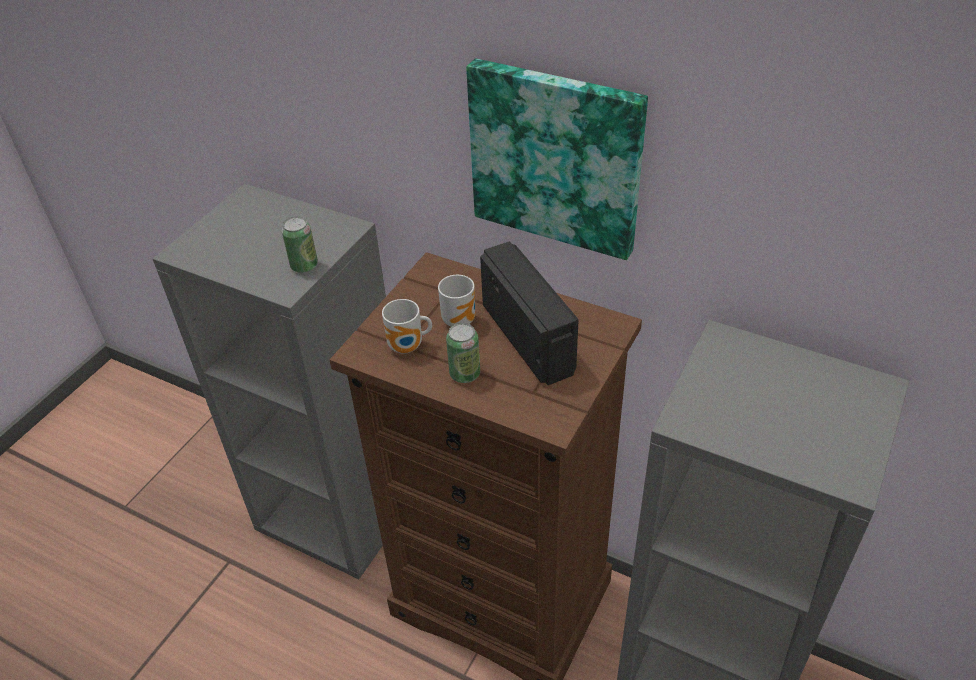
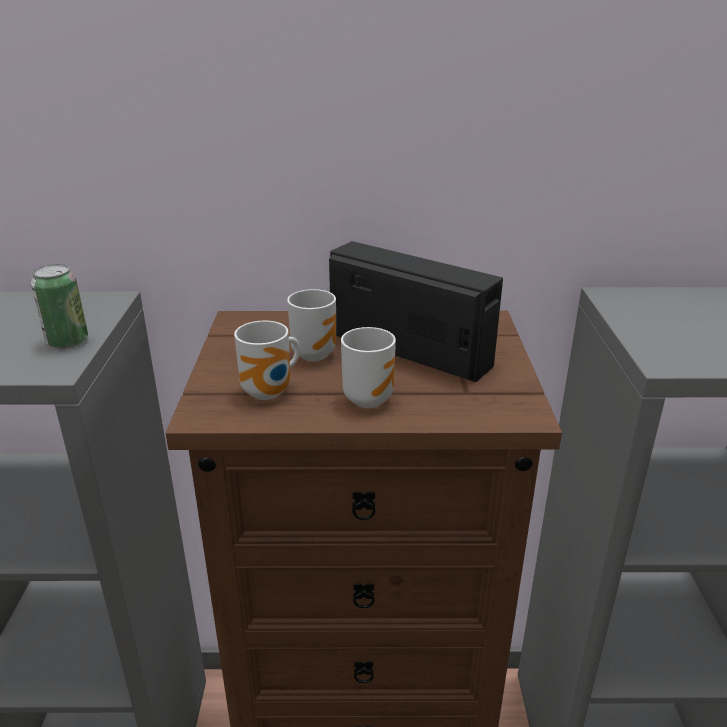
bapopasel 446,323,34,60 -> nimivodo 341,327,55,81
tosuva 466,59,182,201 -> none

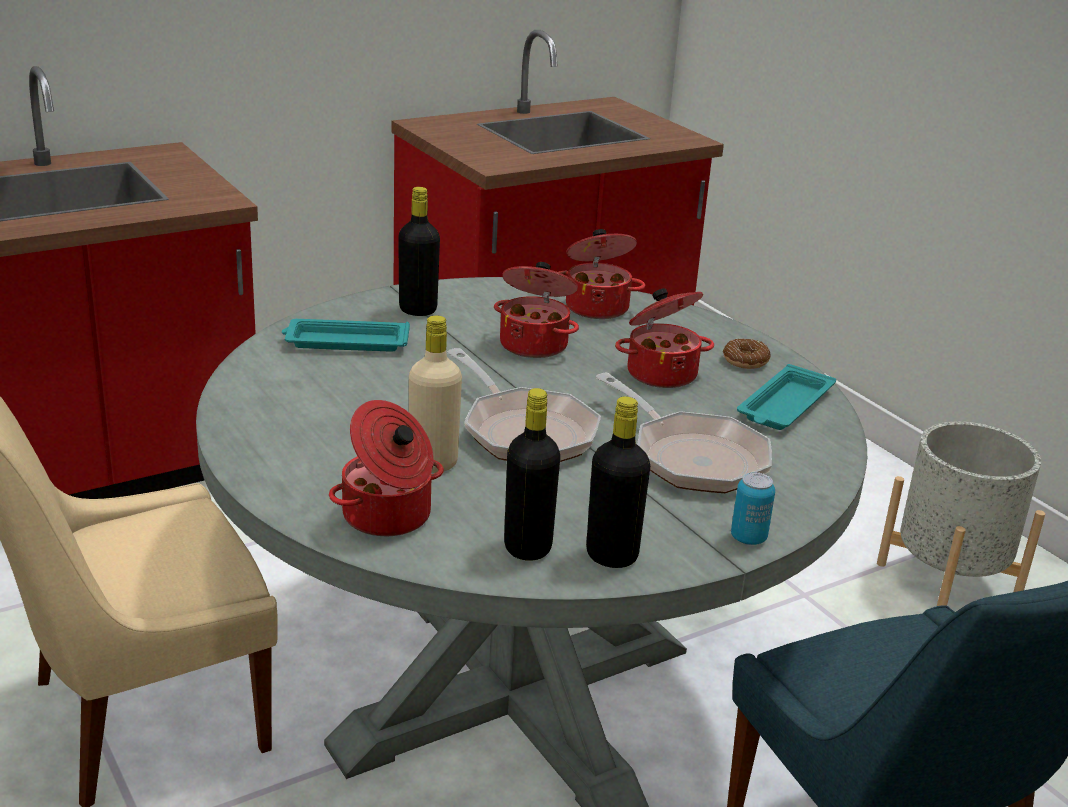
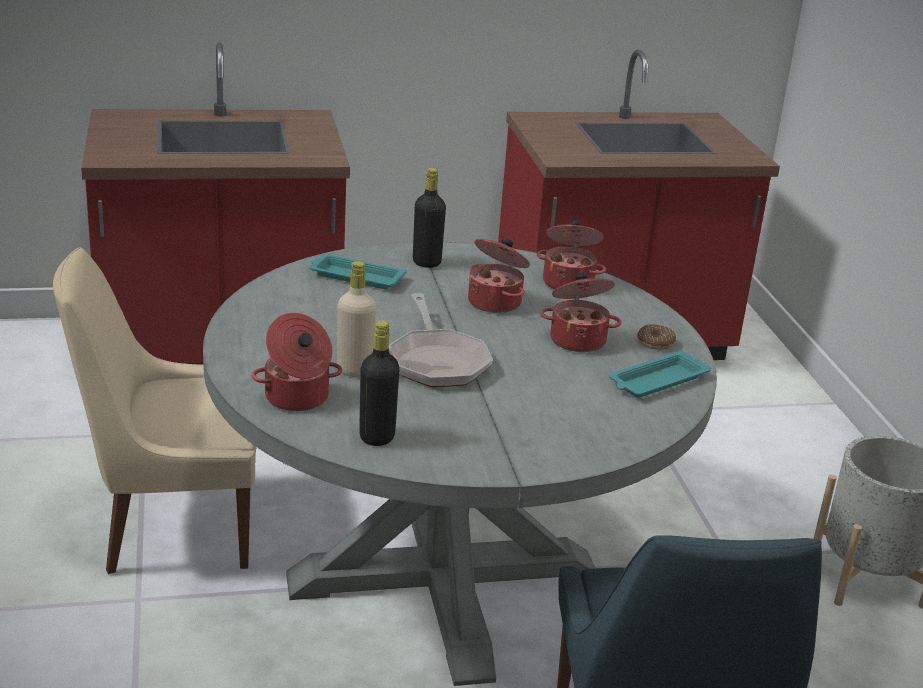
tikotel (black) 586,396,64,172 -> none
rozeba 596,373,176,120 -> none
bapopasel 731,472,44,73 -> none

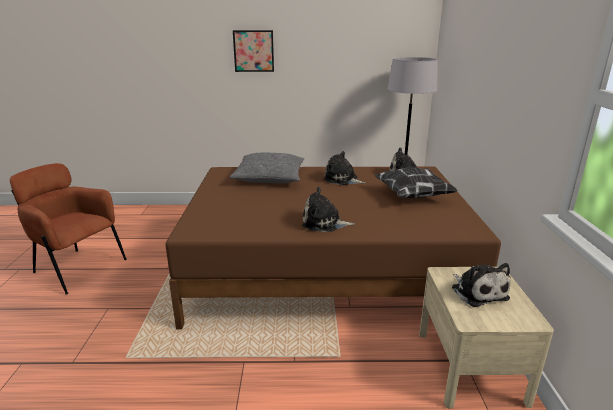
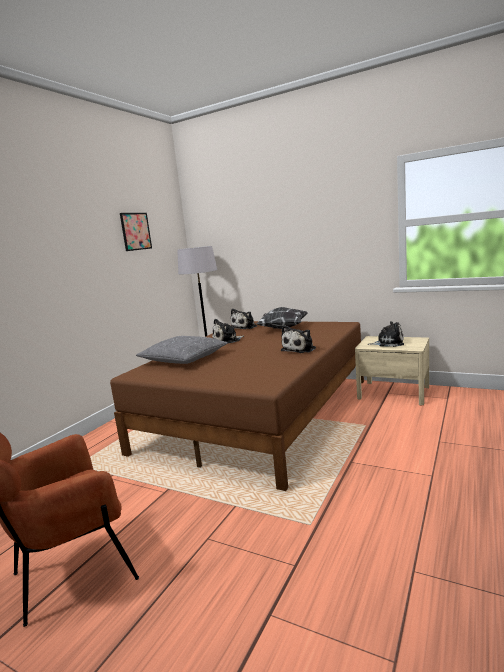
tosuva 233,30,41,42 -> tosuva 120,213,32,38, shifted

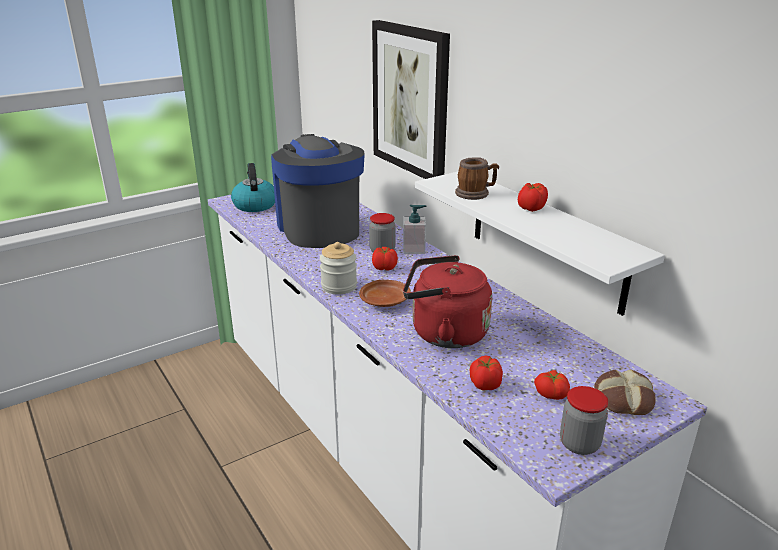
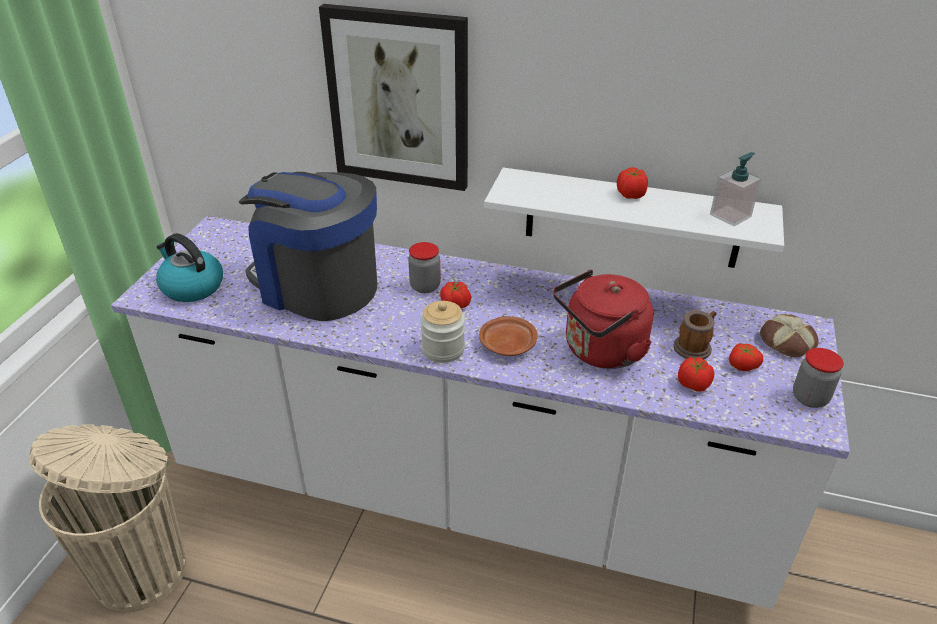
none -> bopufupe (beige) 29,425,157,187
nimivodo 455,157,44,43 -> nimivodo 673,310,44,49, shifted
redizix 403,205,23,49 -> redizix 710,152,51,74, shifted

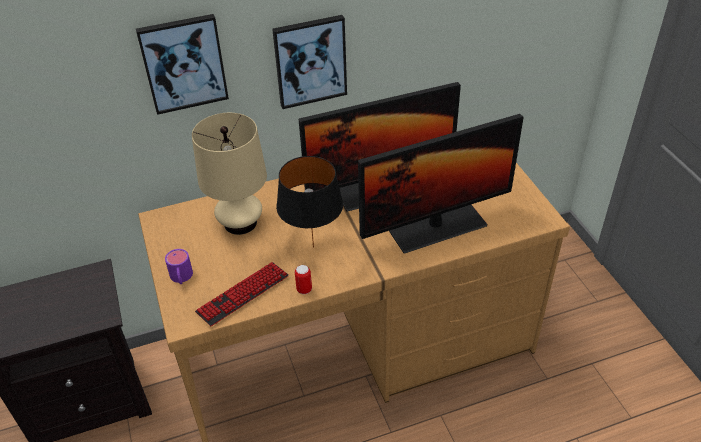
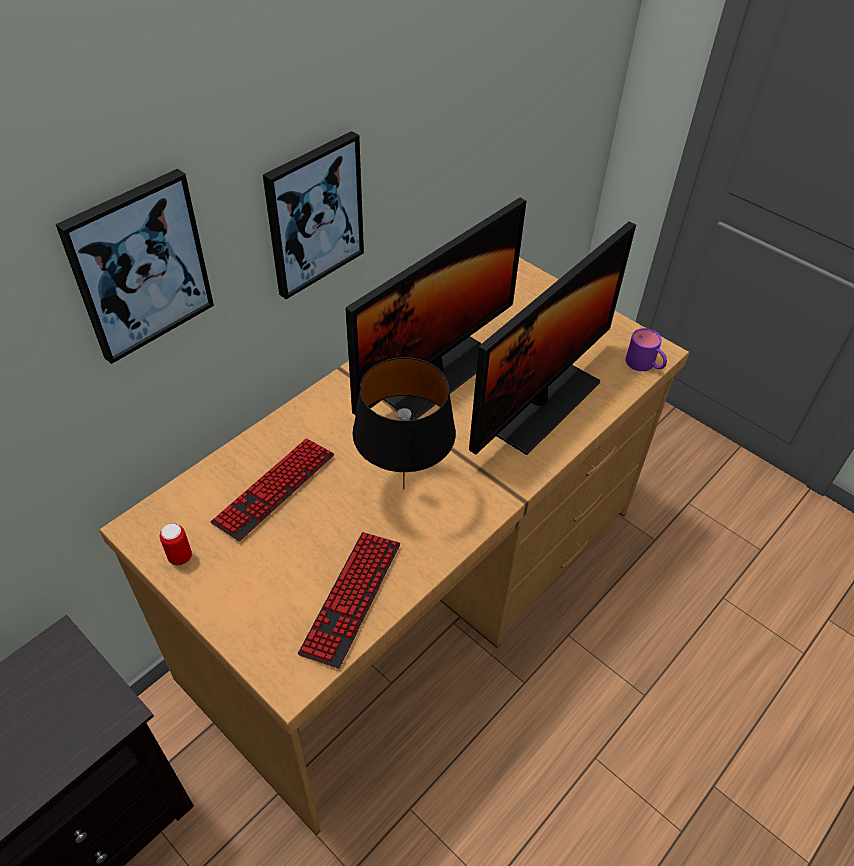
bapopasel 295,265,17,29 -> bapopasel 160,523,32,43, shifted
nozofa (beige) 192,113,75,122 -> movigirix 211,438,123,104
nimivodo (purple) 165,249,28,35 -> nimivodo (purple) 625,328,42,43, shifted

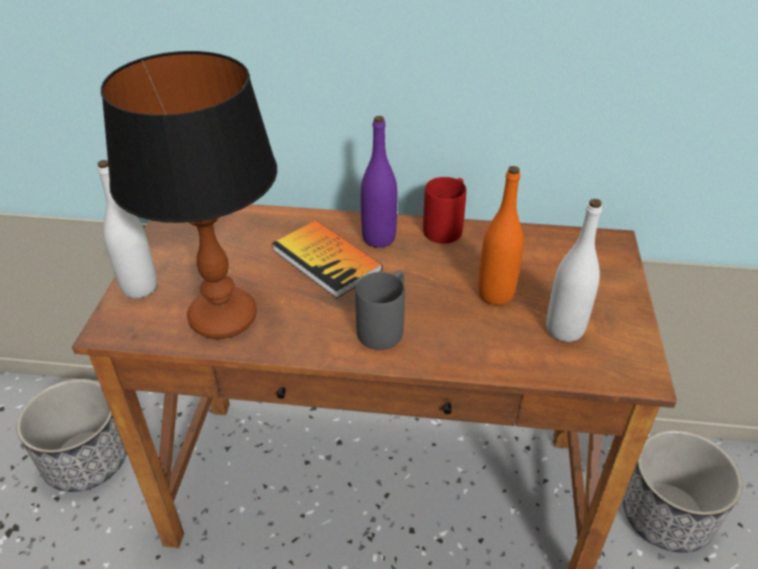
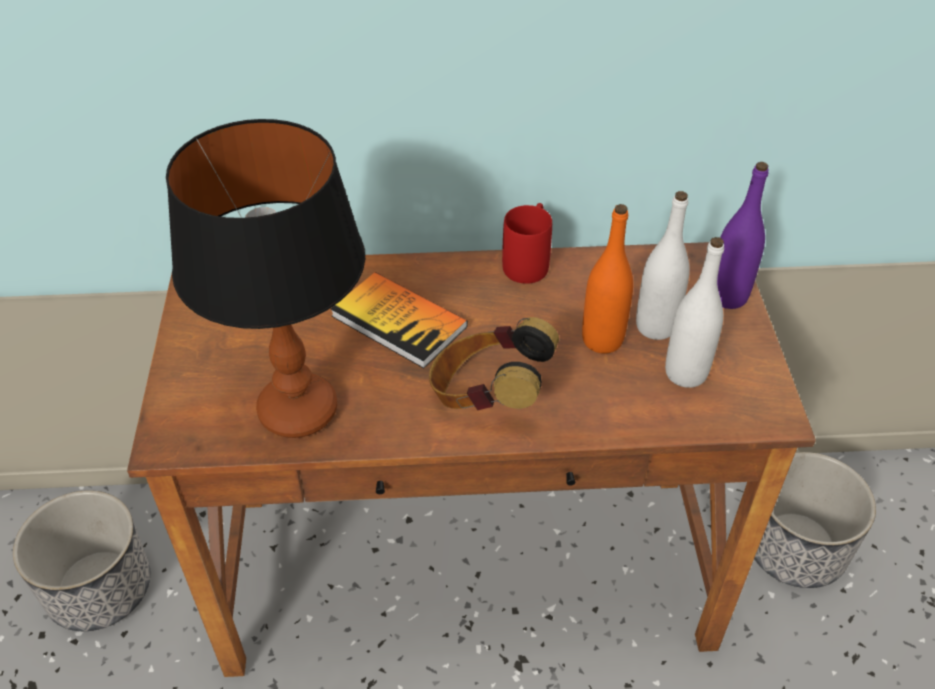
nimivodo (grey) 355,271,50,79 -> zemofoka 429,317,130,93
tikotel (white) 97,160,60,138 -> tikotel (white) 636,191,54,149, shifted
tikotel (purple) 361,116,36,132 -> tikotel (purple) 717,162,52,147, shifted

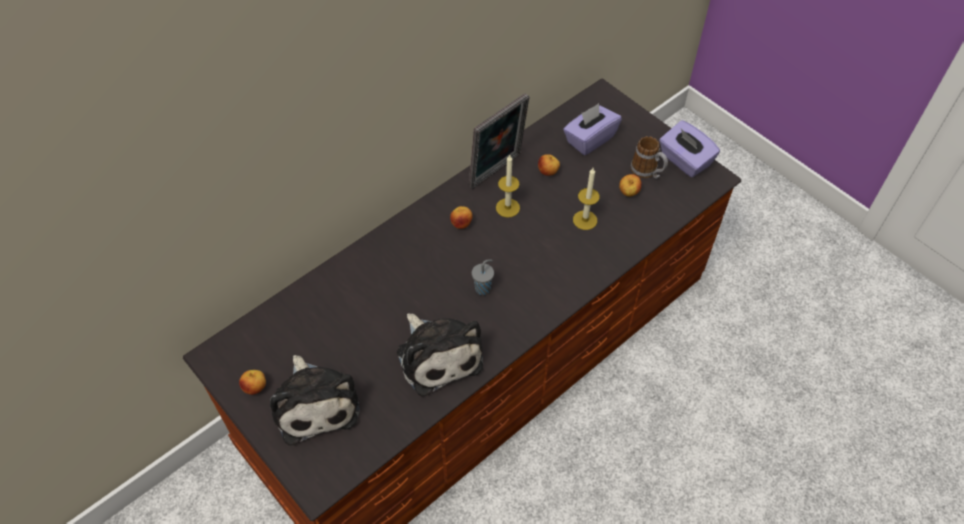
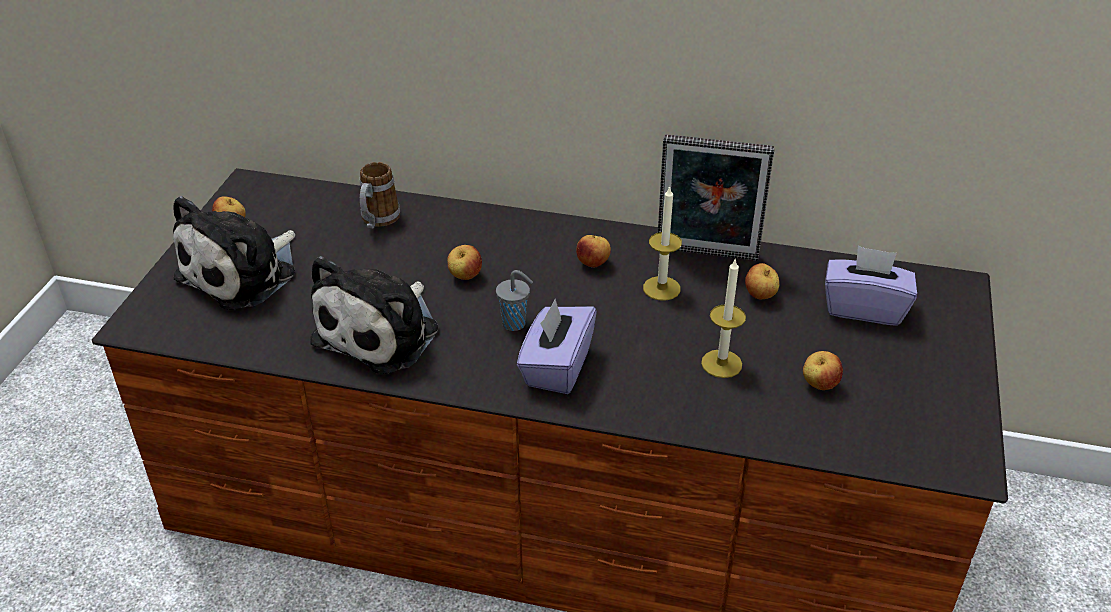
nimivodo 631,136,37,43 -> nimivodo 360,162,40,67, shifted
none -> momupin 447,245,35,35
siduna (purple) 659,120,61,57 -> siduna (purple) 517,299,80,95, shifted

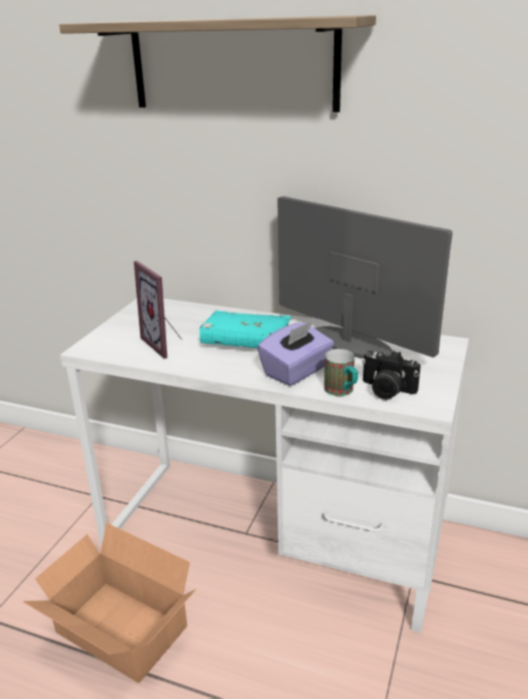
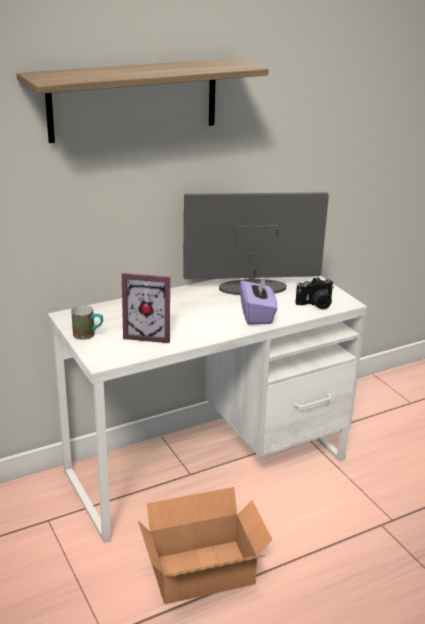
nimivodo 324,349,34,47 -> nimivodo 71,305,32,35, shifted
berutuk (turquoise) 199,311,93,37 -> none

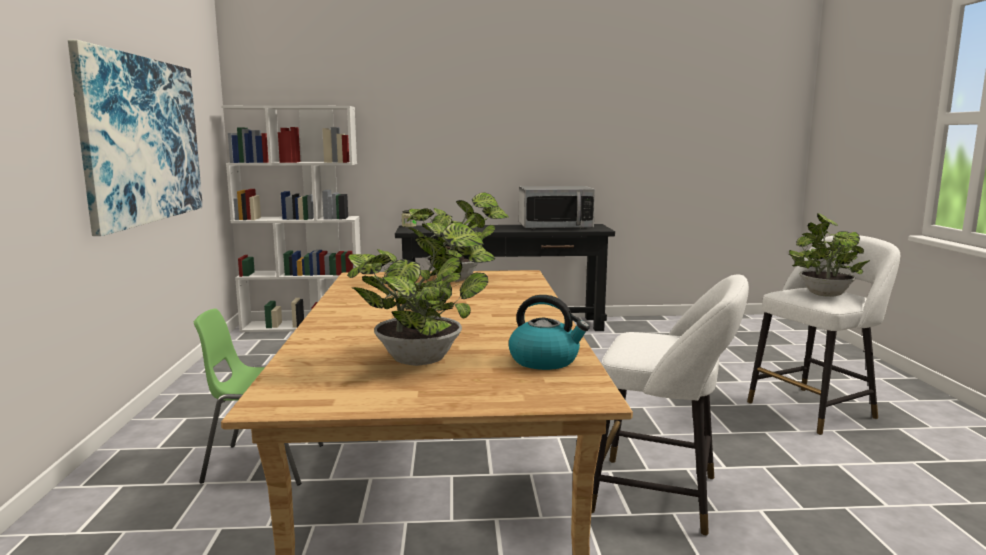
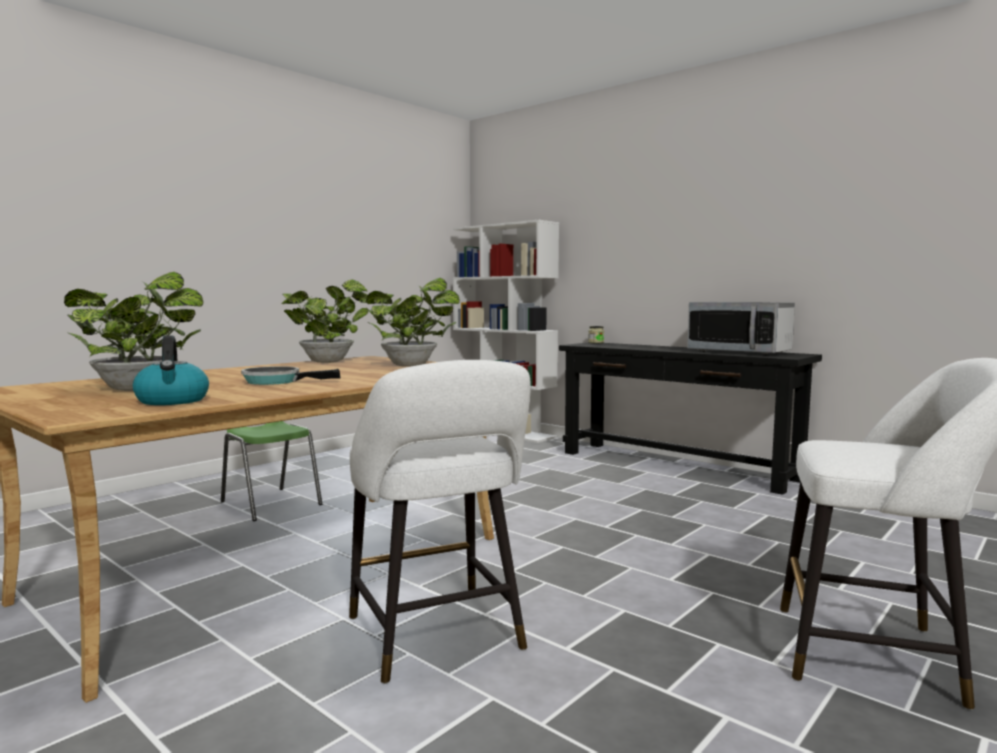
none -> rozeba 241,366,99,19
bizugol 789,213,81,84 -> bizugol 282,280,87,83, shifted
tosuva 68,40,135,196 -> none

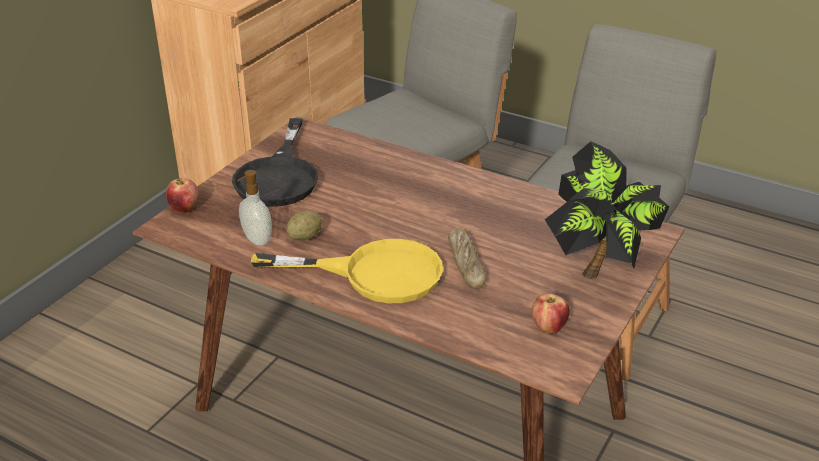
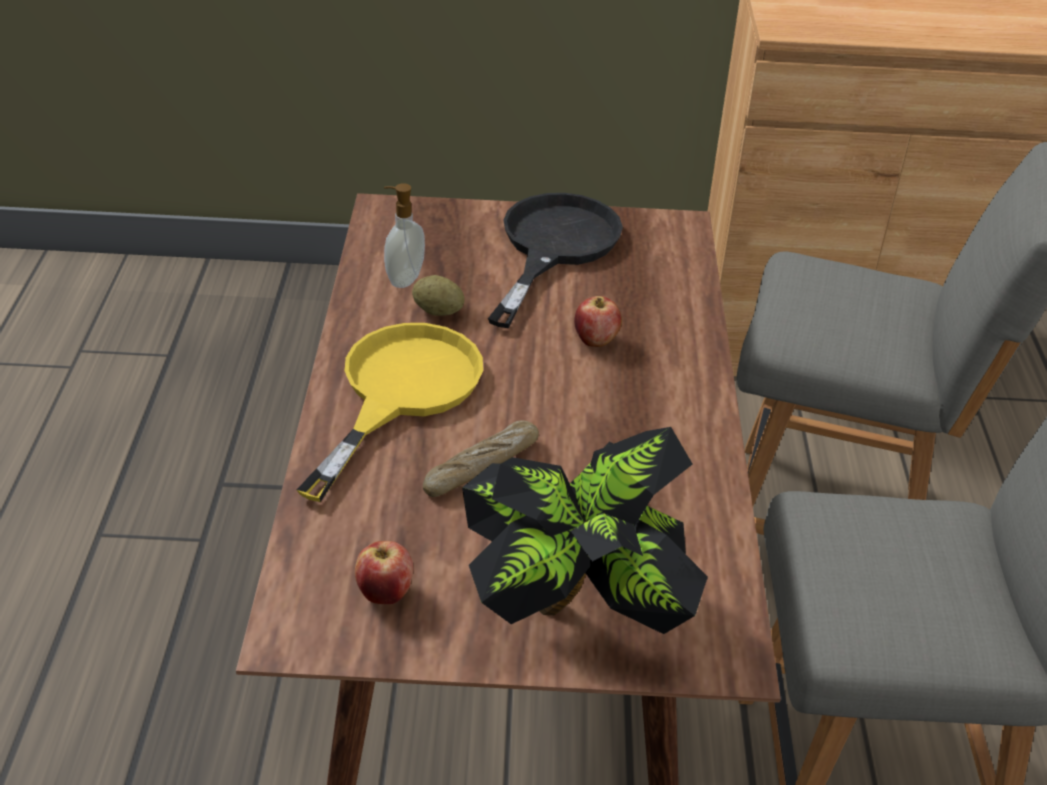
rozeba (yellow) 251,239,192,64 -> rozeba (yellow) 297,323,186,179, 135 degrees counterclockwise
rozeba (black) 232,118,86,89 -> rozeba (black) 488,193,135,135, 135 degrees clockwise
momupin 166,178,32,35 -> momupin 574,296,48,51, shifted

